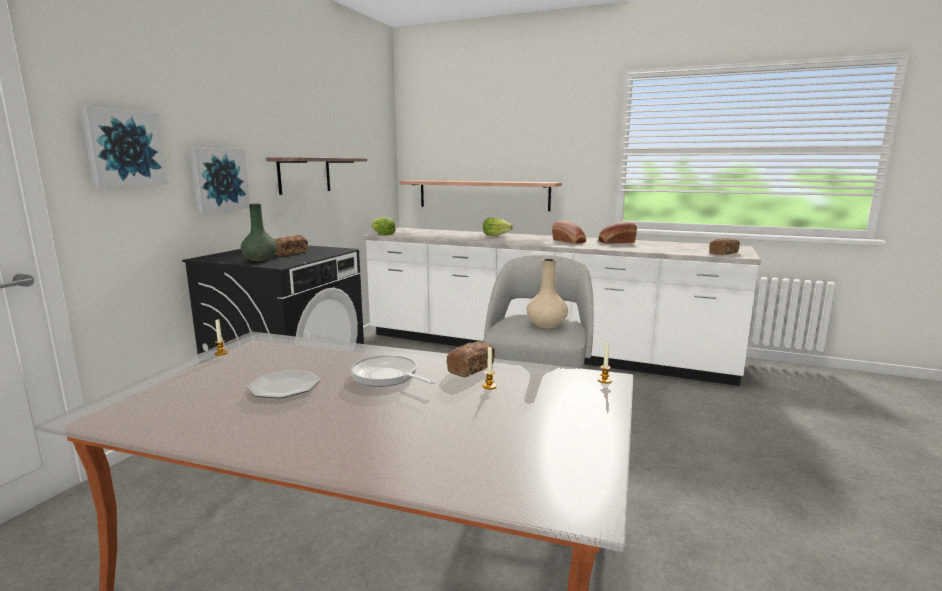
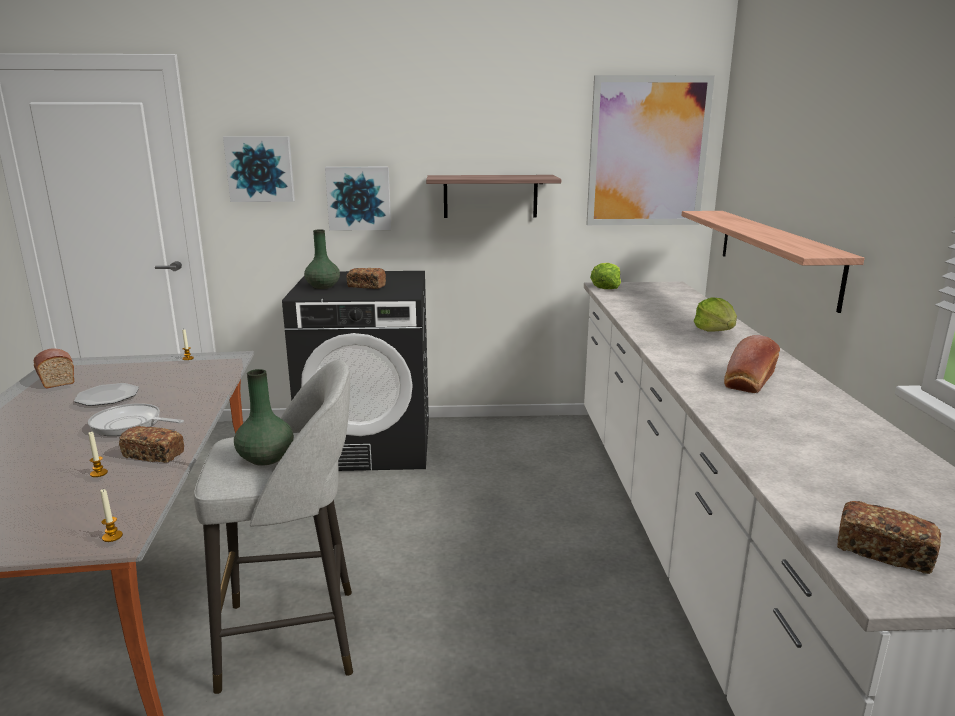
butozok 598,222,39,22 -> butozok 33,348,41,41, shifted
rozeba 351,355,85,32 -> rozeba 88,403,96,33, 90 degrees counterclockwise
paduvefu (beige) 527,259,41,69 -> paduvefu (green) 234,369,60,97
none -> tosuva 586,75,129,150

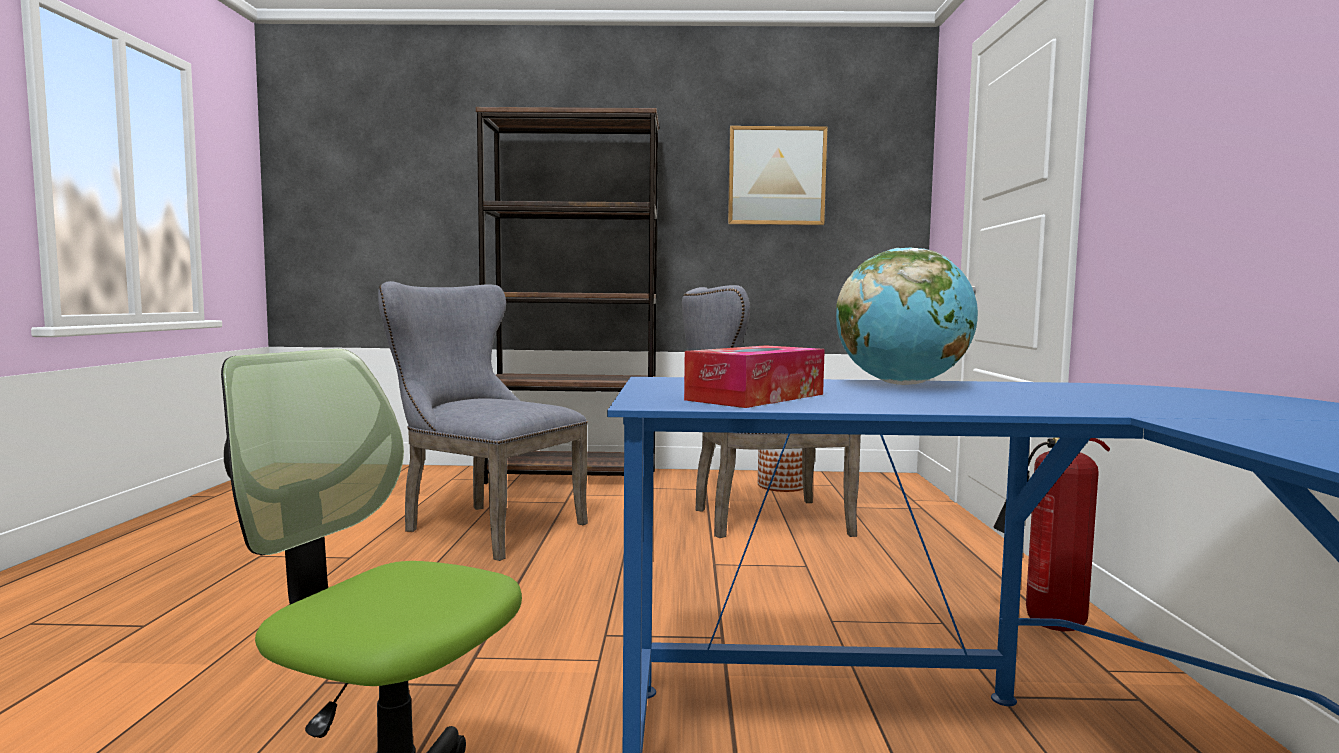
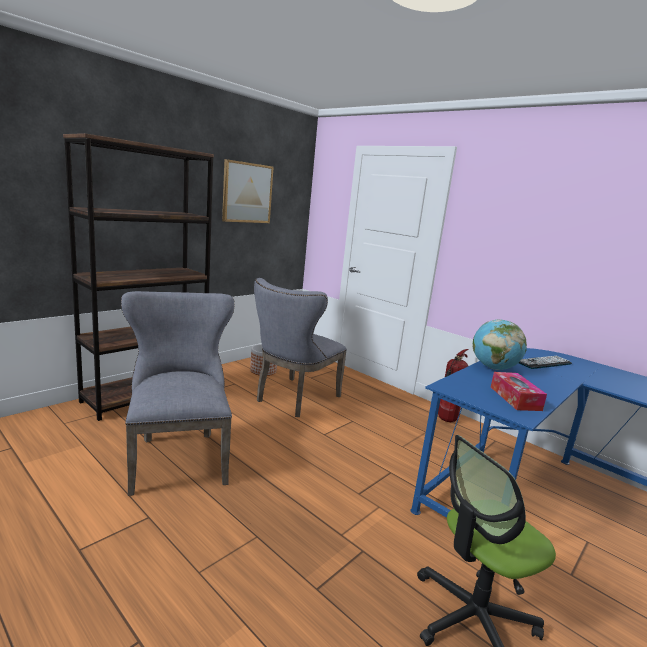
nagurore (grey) 378,281,210,280 -> nagurore (grey) 121,291,114,205, 90 degrees clockwise
none -> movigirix 519,356,53,13

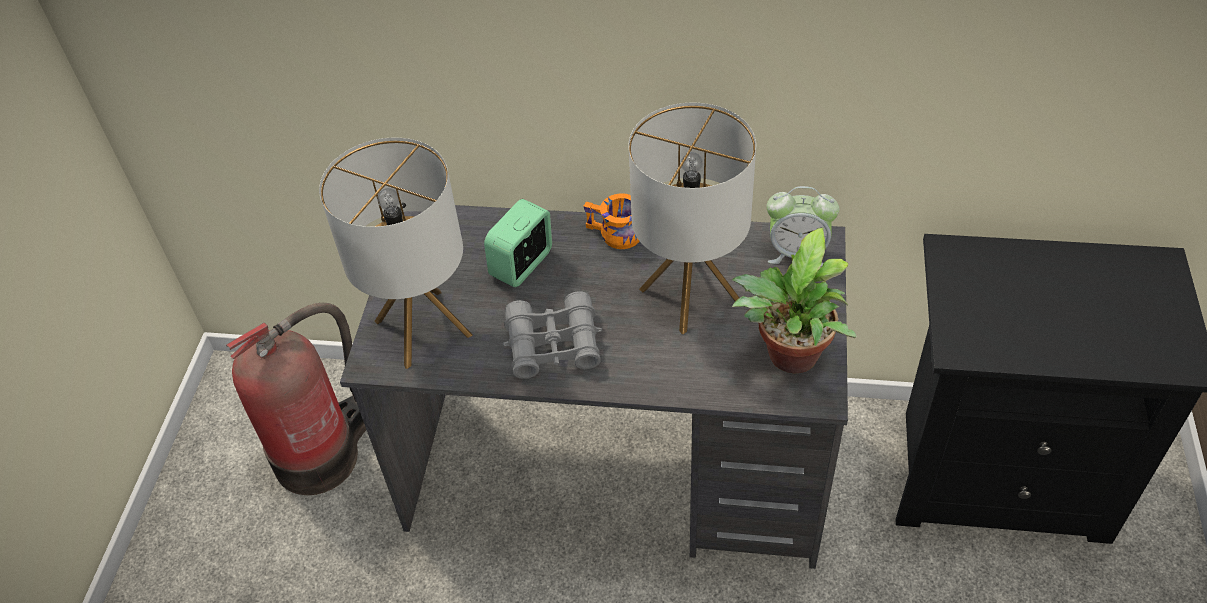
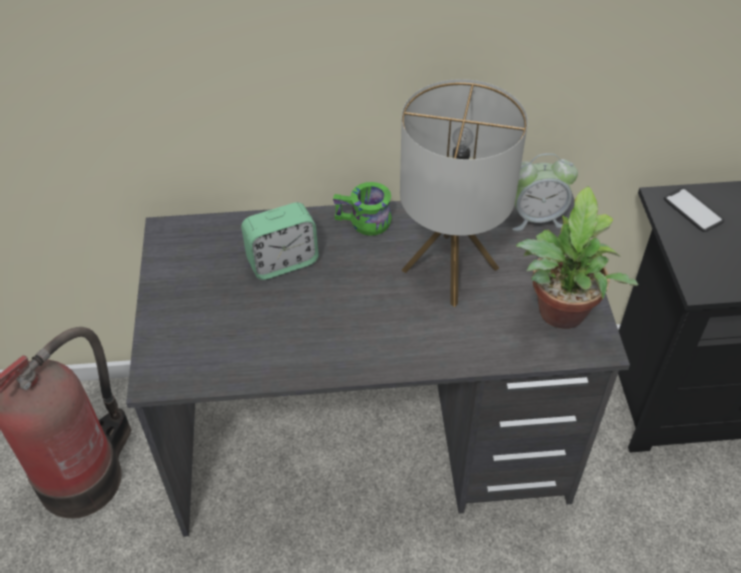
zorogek 484,199,68,88 -> zorogek 241,202,78,78, 135 degrees counterclockwise
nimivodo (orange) 583,193,57,56 -> nimivodo (green) 333,182,59,54
none -> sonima 664,187,60,45
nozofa 319,138,154,231 -> none
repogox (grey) 503,291,99,88 -> none

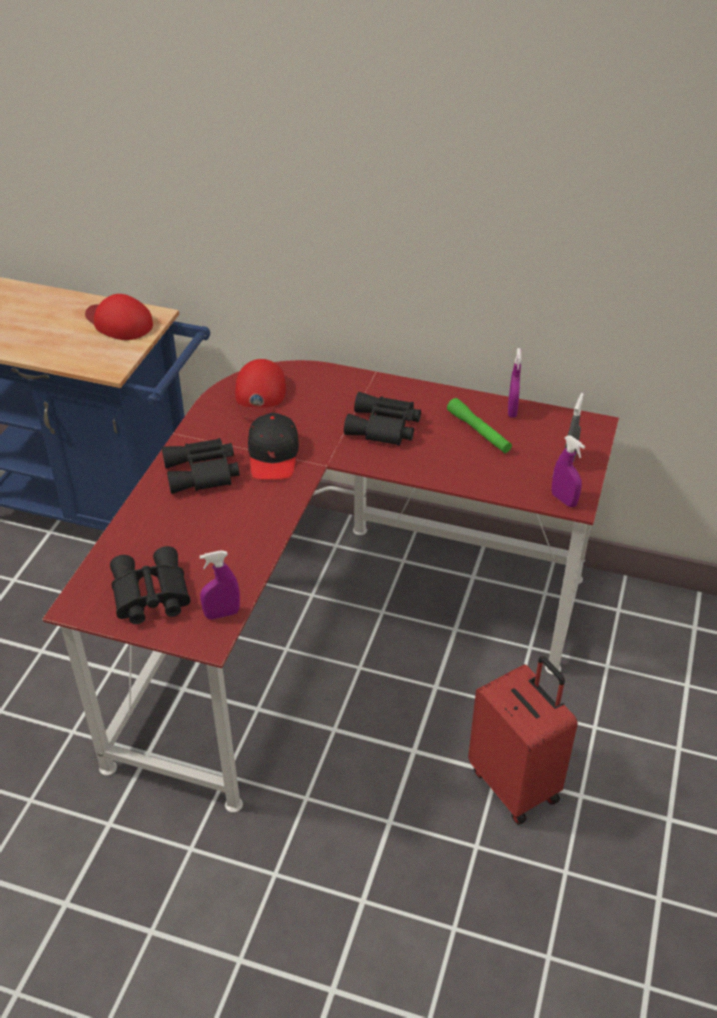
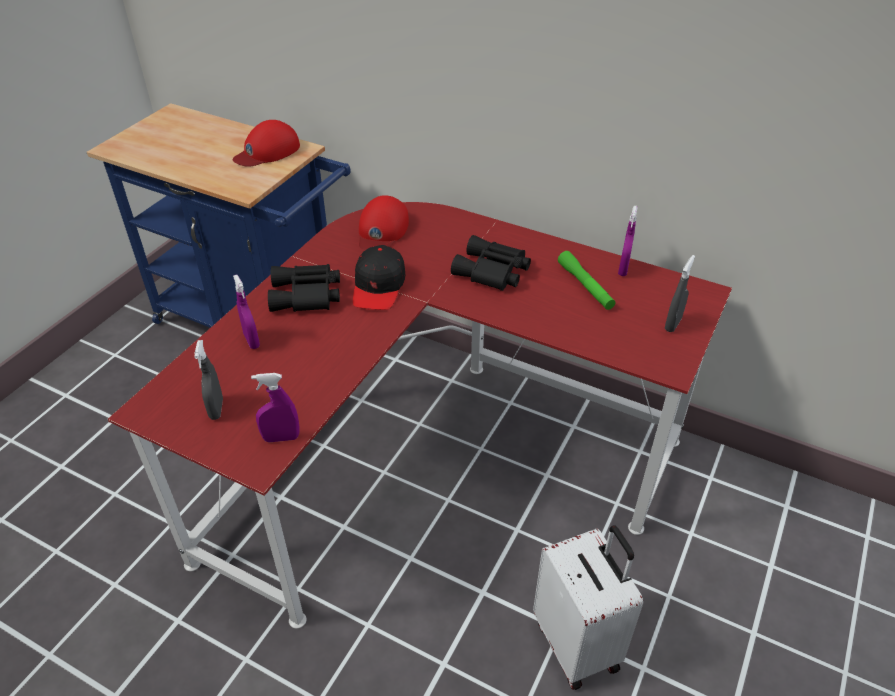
repogox (black) 110,546,80,78 -> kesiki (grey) 194,340,29,80
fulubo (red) 85,294,68,46 -> fulubo (red) 232,120,68,47, 90 degrees counterclockwise
kesiki (purple) 552,436,33,71 -> kesiki (purple) 233,275,27,74, shifted
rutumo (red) 468,656,110,169 -> rutumo (white) 533,525,110,165

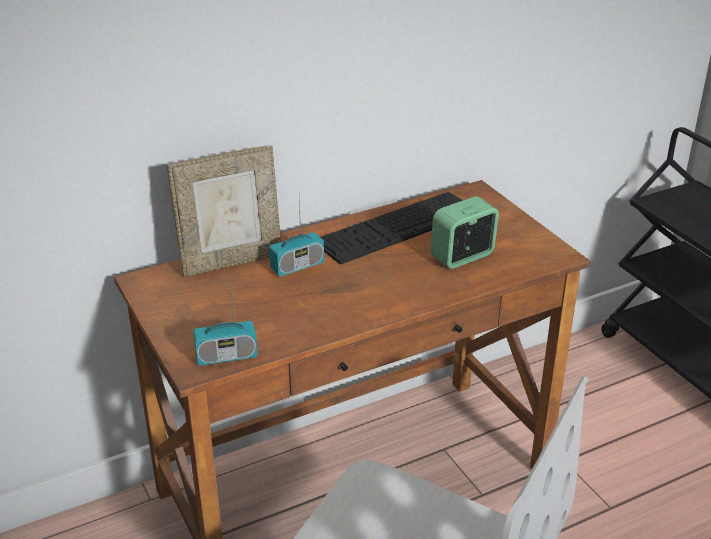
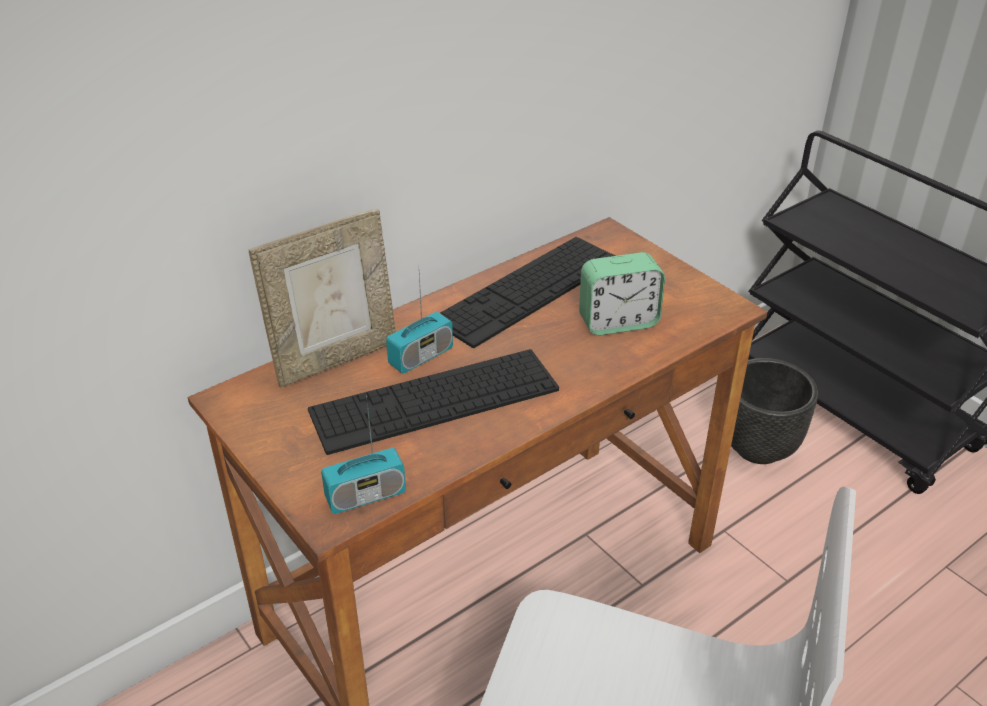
none -> movigirix 308,349,251,106
zorogek 430,196,69,73 -> zorogek 579,252,86,83, 150 degrees counterclockwise
none -> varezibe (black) 731,358,87,106

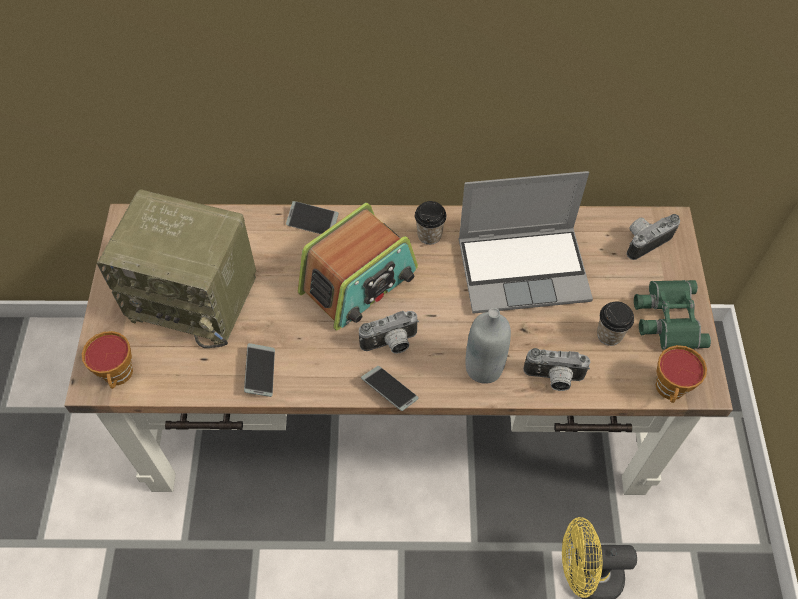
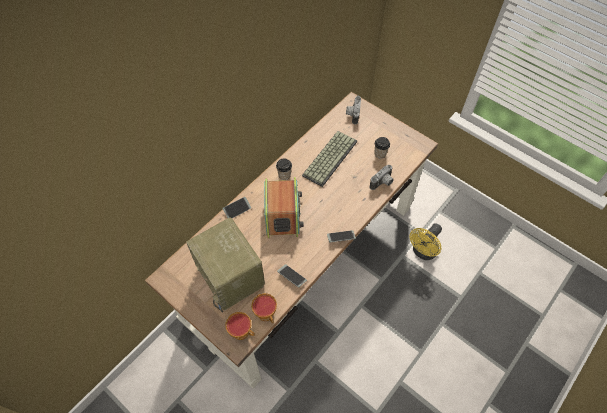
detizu 97,189,159,159 -> detizu 186,218,79,94, 90 degrees clockwise
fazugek 656,345,51,58 -> fazugek 251,293,26,30, shifted
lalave 459,171,134,143 -> movigirix 302,131,55,56
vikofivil 359,311,60,43 -> none
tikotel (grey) 465,308,46,76 -> none
repogox (green) 634,280,77,70 -> none

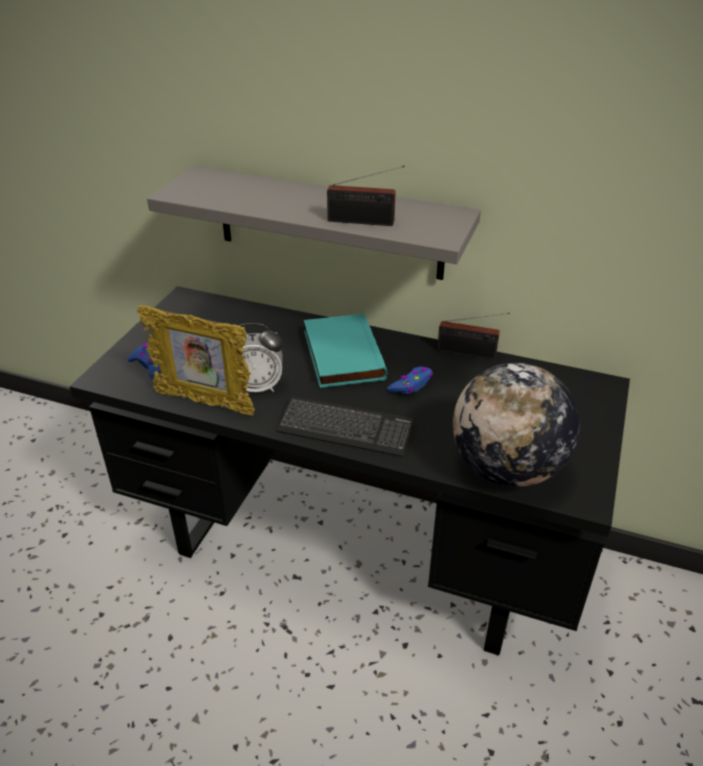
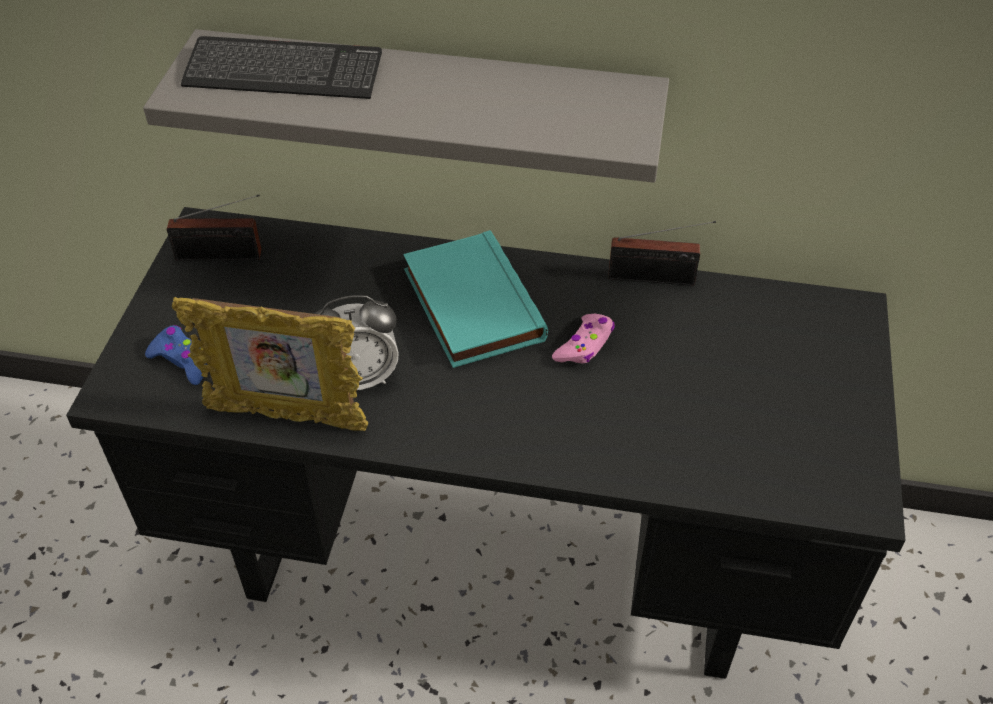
detizu 327,166,78,60 -> detizu 167,195,94,66, shifted
movigirix 276,396,137,61 -> movigirix 181,36,201,63, shifted
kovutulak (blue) 387,367,46,27 -> kovutulak (pink) 552,314,63,49
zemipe 453,363,126,124 -> none

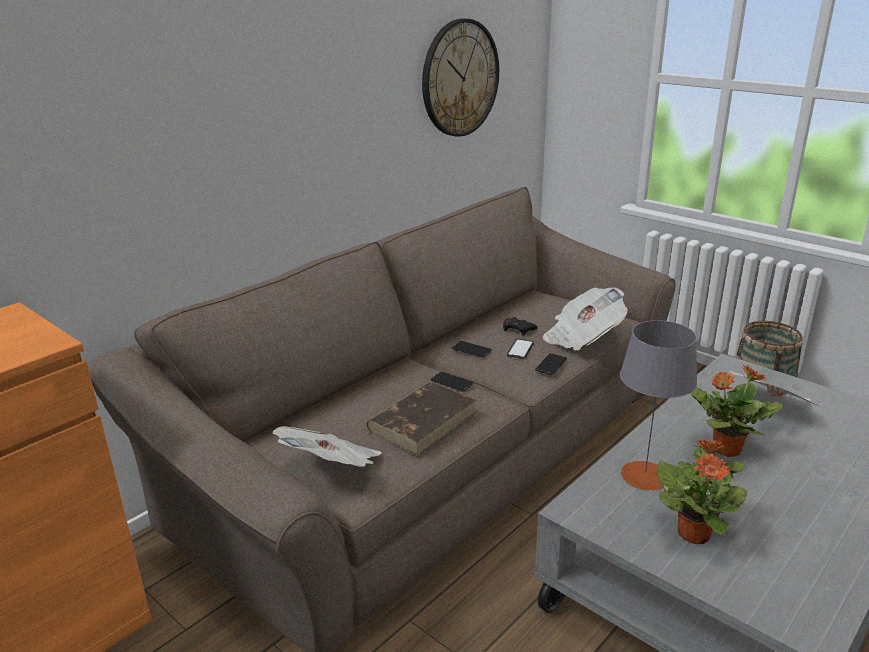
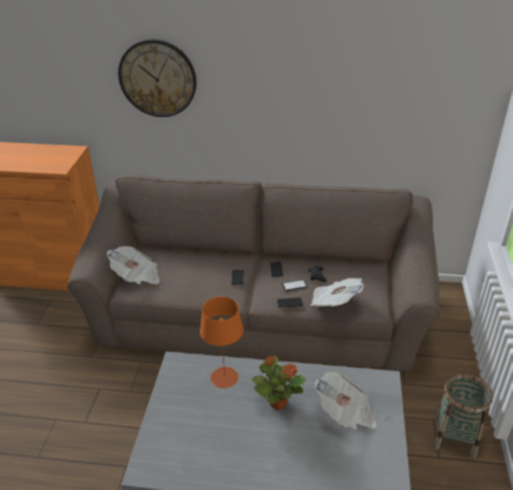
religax 422,19,77,118 -> religax 118,39,79,78, shifted
nozofa (grey) 620,320,77,171 -> nozofa (orange) 200,297,44,91
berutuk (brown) 367,382,109,73 -> none
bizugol 657,439,90,105 -> none

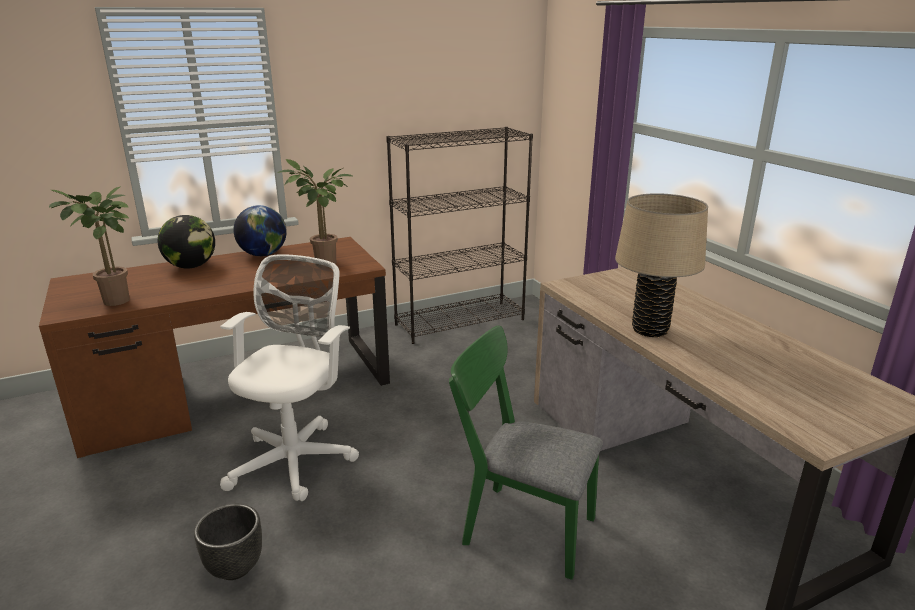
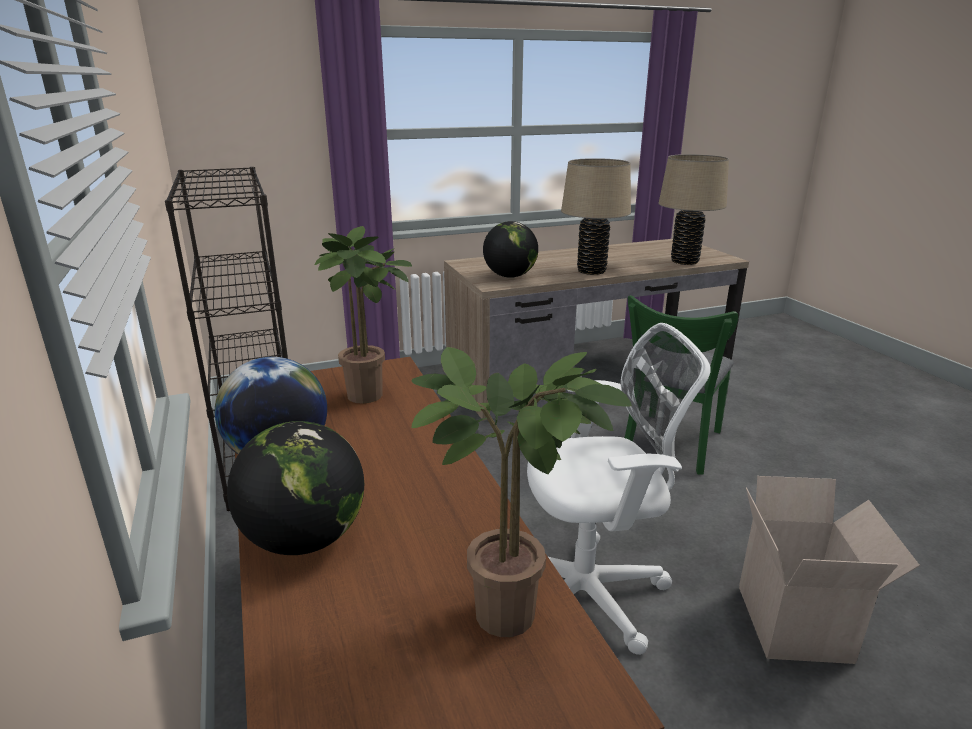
none -> zemipe 483,221,55,57
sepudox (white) 220,254,139,247 -> sepudox (white) 527,323,184,332, 150 degrees clockwise
none -> nozofa (beige) 658,154,71,111
varezibe (black) 194,504,68,76 -> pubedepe 739,476,181,188

